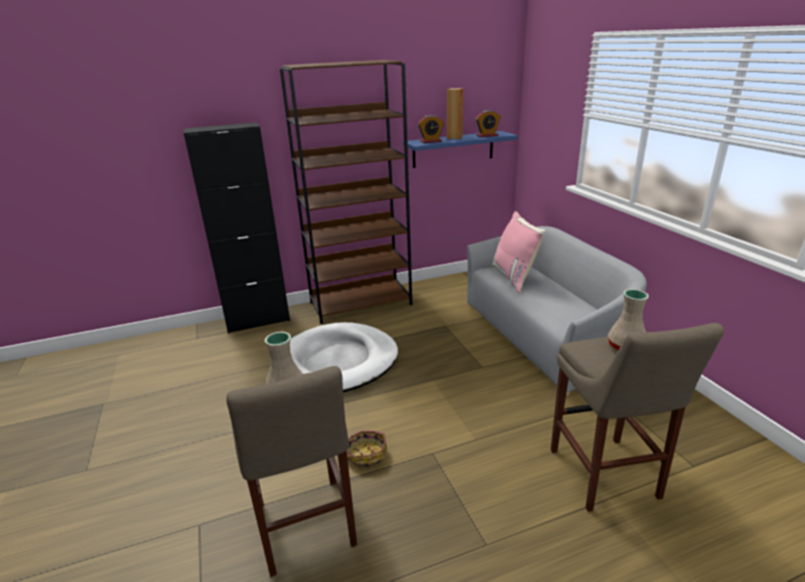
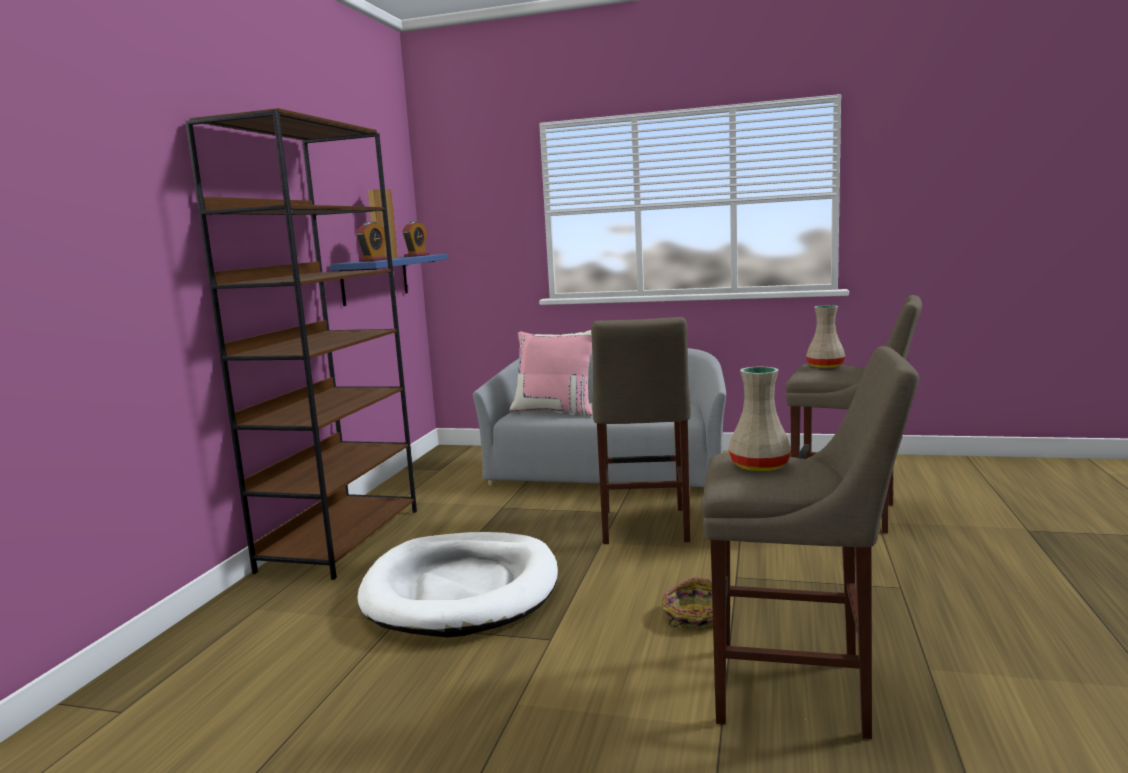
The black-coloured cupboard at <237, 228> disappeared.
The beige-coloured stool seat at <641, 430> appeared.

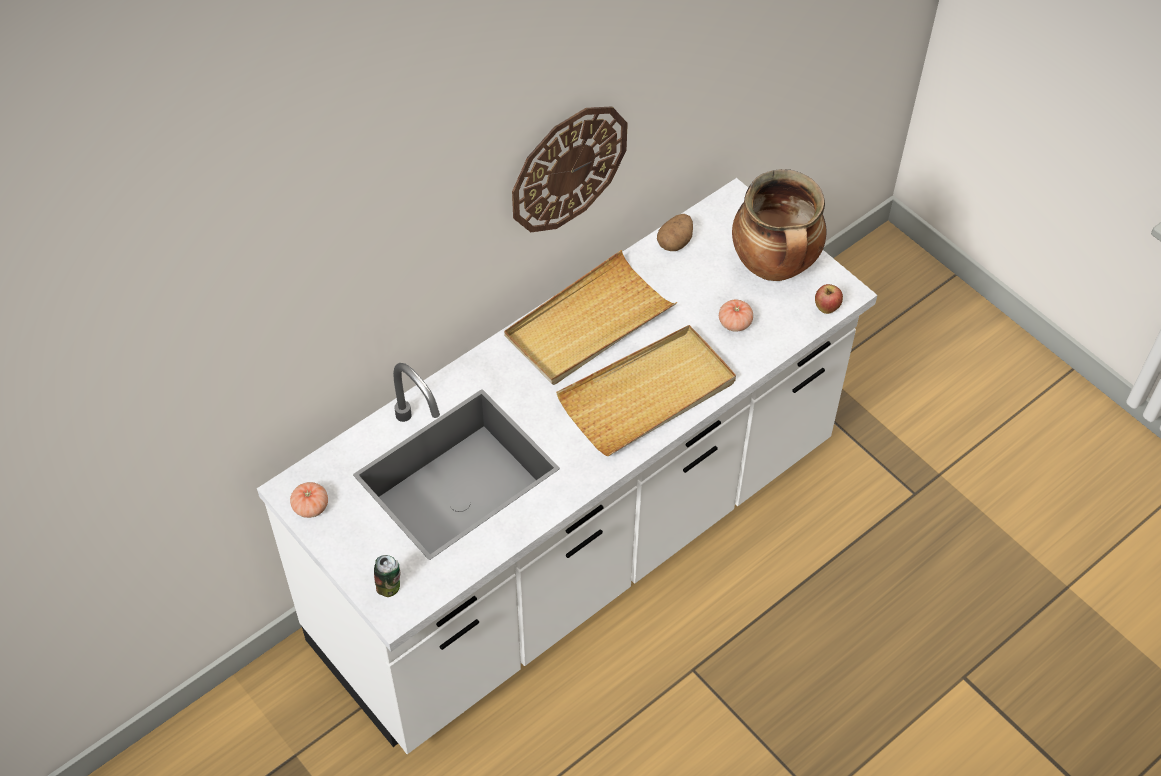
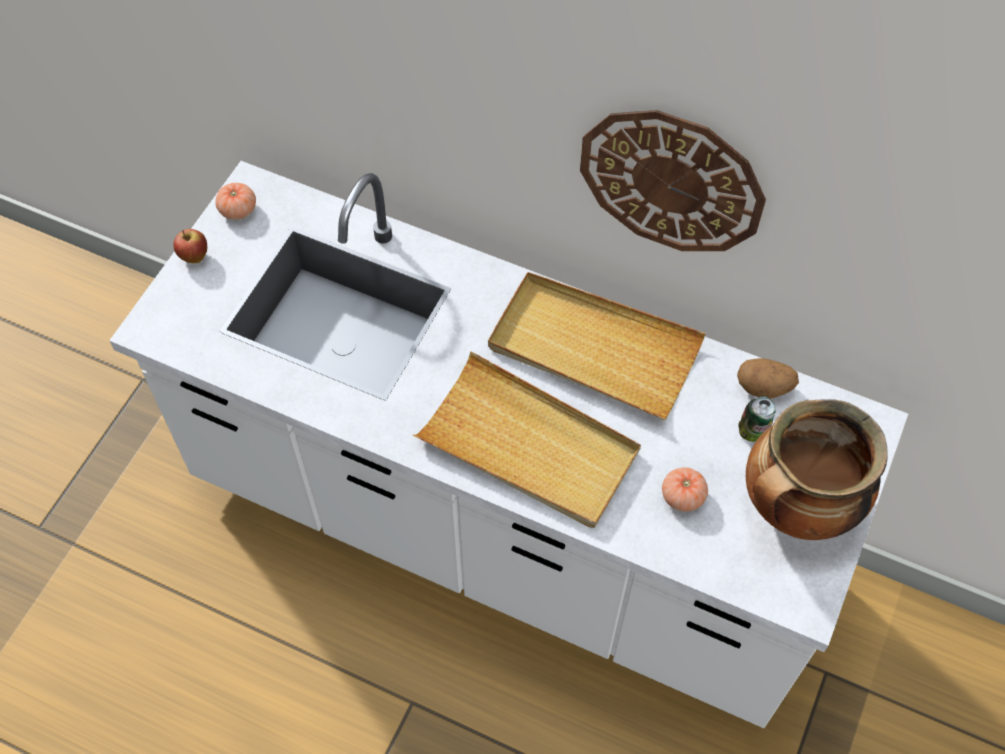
The metal can moved from <387, 576> to <757, 419>.
The apple moved from <829, 299> to <190, 246>.

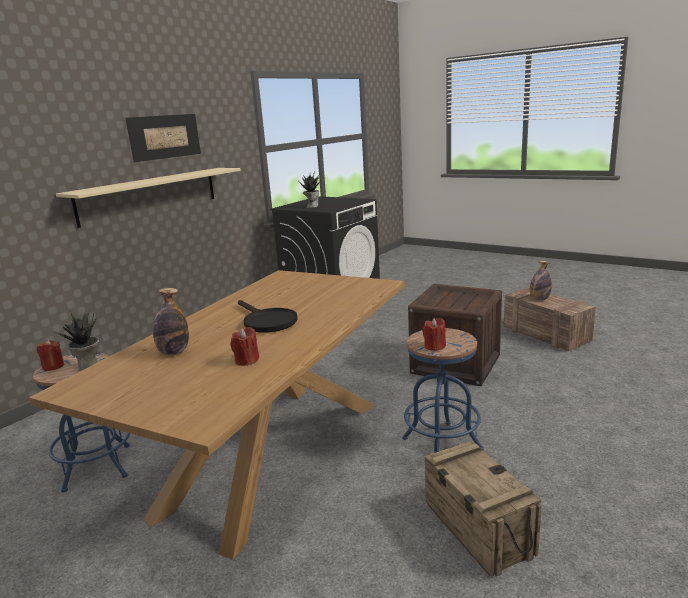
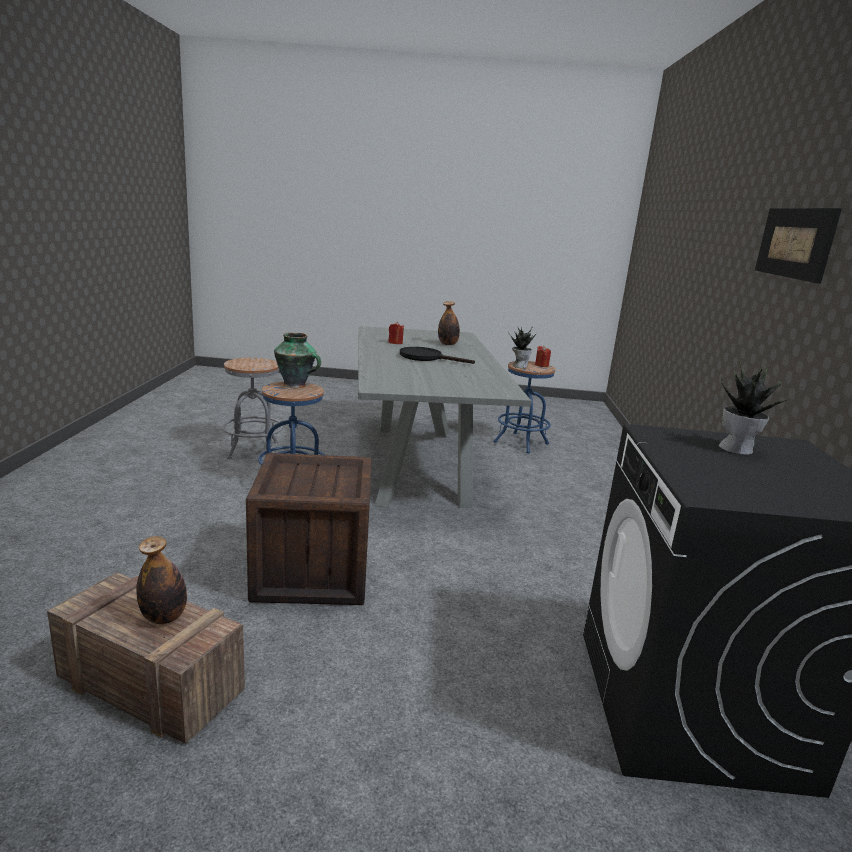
The beige-coloured bracket shelf at <148, 198> disappeared.
The red wax candle at <434, 334> was replaced by the vase at <297, 360>.
The packing crate at <483, 509> was replaced by the gray stool seat at <252, 408>.
The brownish kitchen table at <217, 415> became the gray kitchen table at <444, 417>.

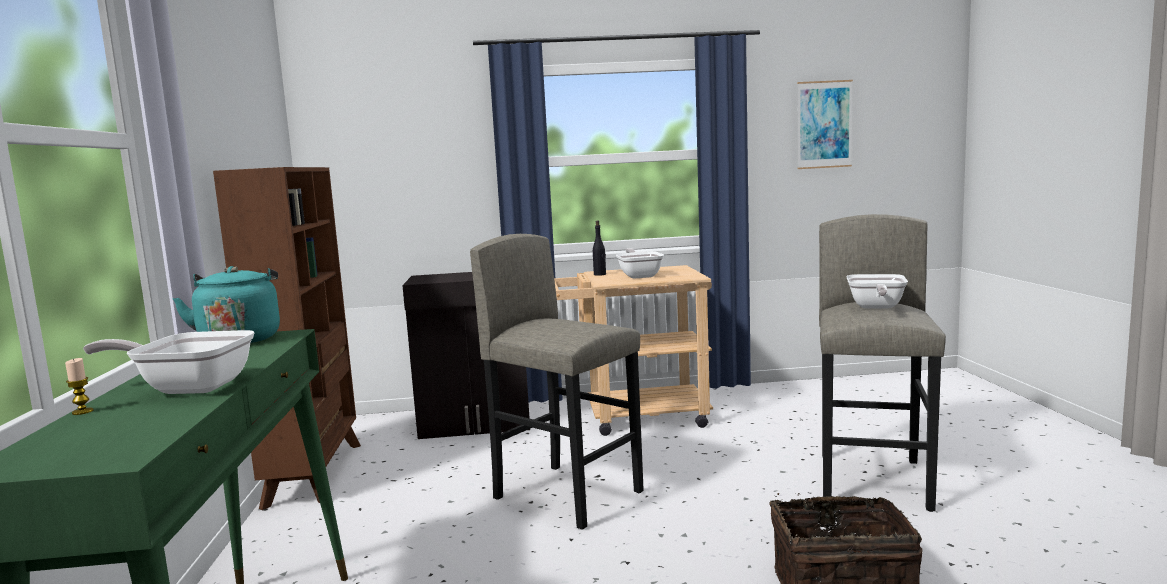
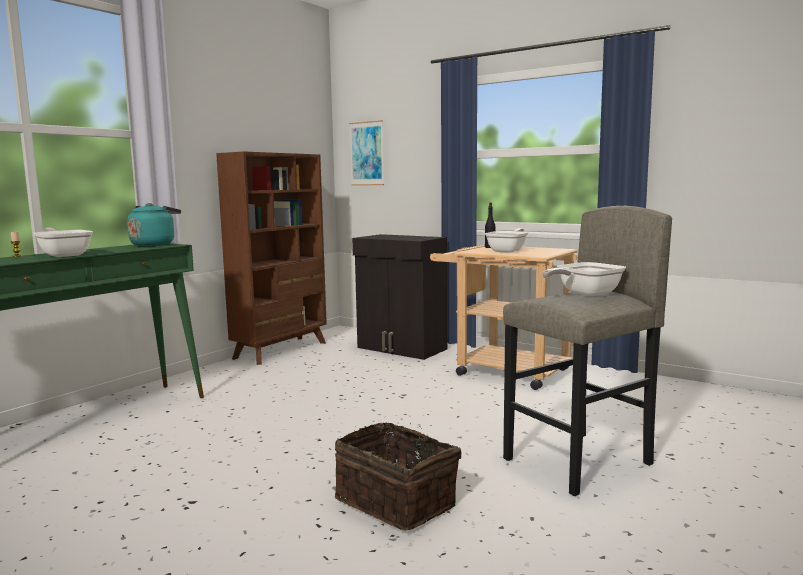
The gray stool seat at <557, 382> disappeared.
The picture moved from <825, 124> to <366, 153>.

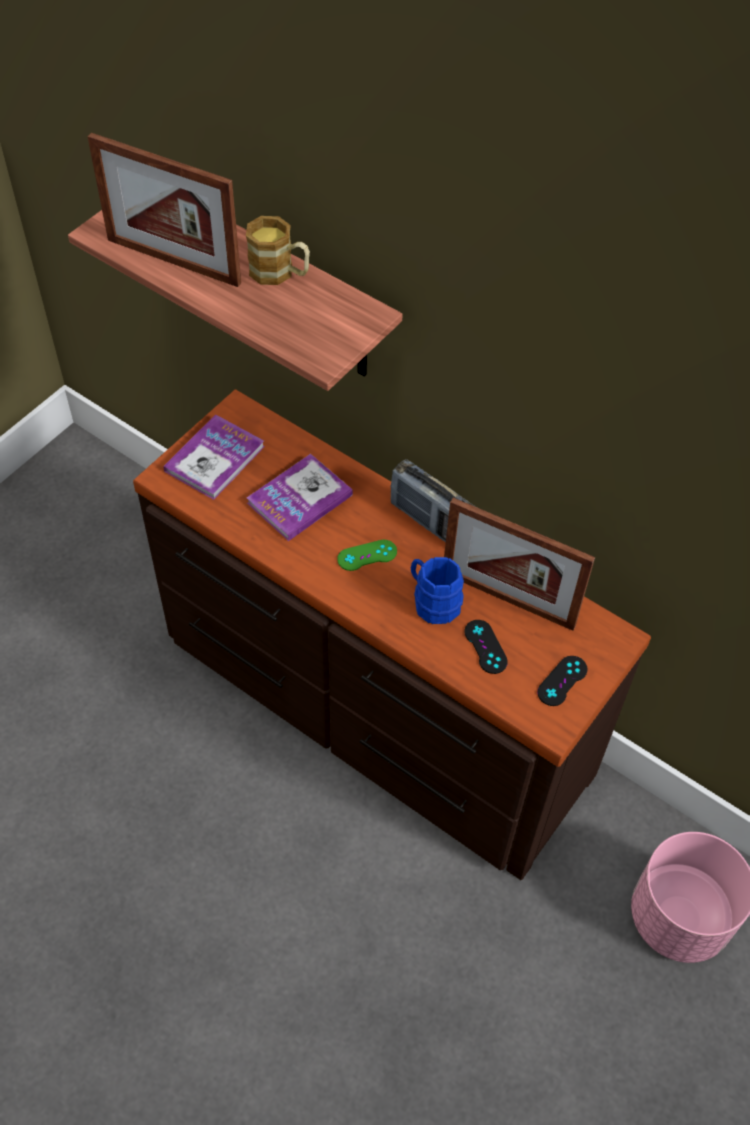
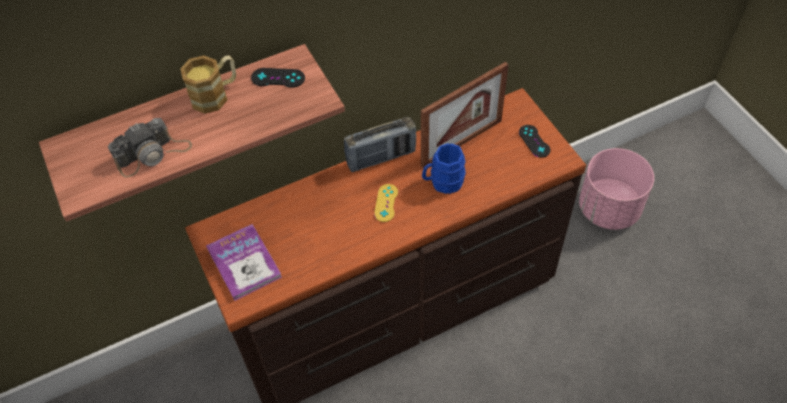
The book at <300, 497> disappeared.
The black-coloured gamepad moved from <486, 647> to <278, 78>.
The photo frame at <164, 210> was replaced by the still camera at <150, 148>.
The green-coloured gamepad at <367, 555> became the yellowish gamepad at <386, 203>.

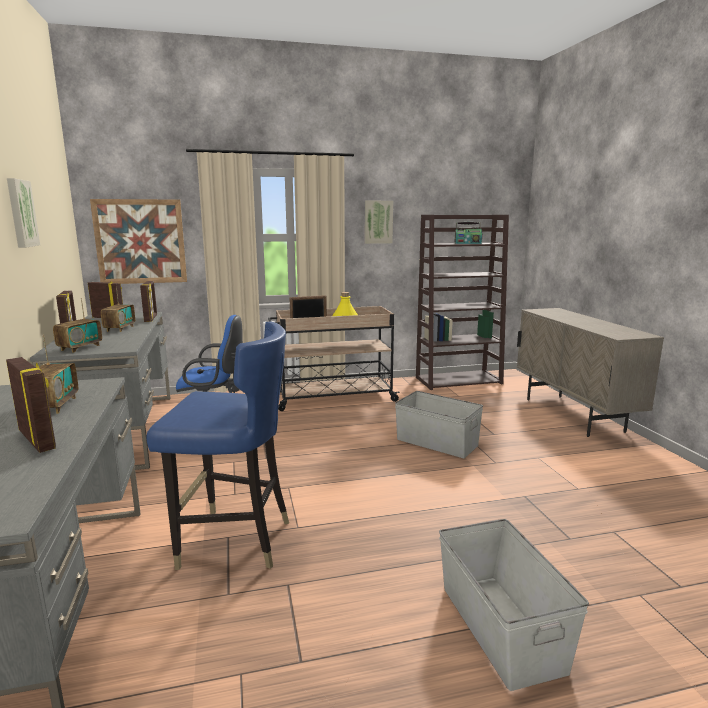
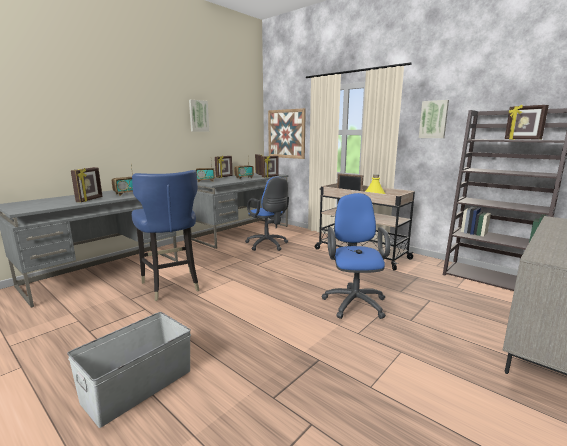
The gray storage bin at <439, 424> was replaced by the blue-coloured office chair at <356, 256>.
The radio at <468, 233> was replaced by the photo frame at <527, 122>.

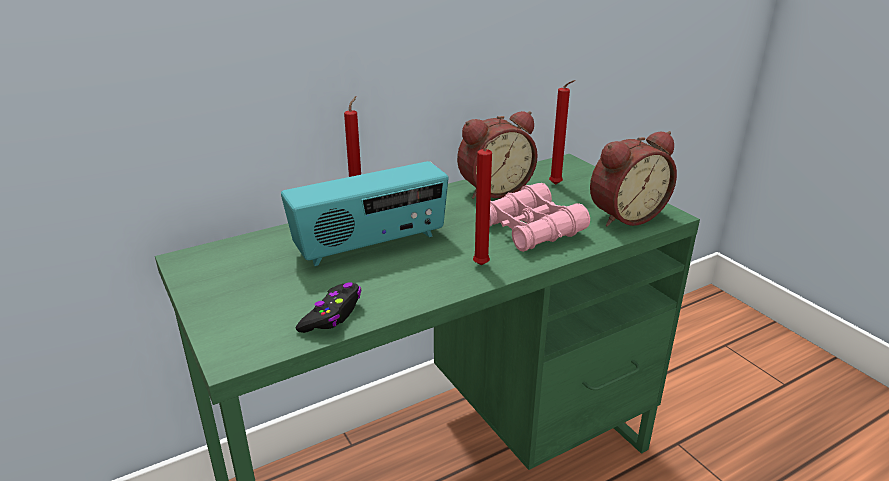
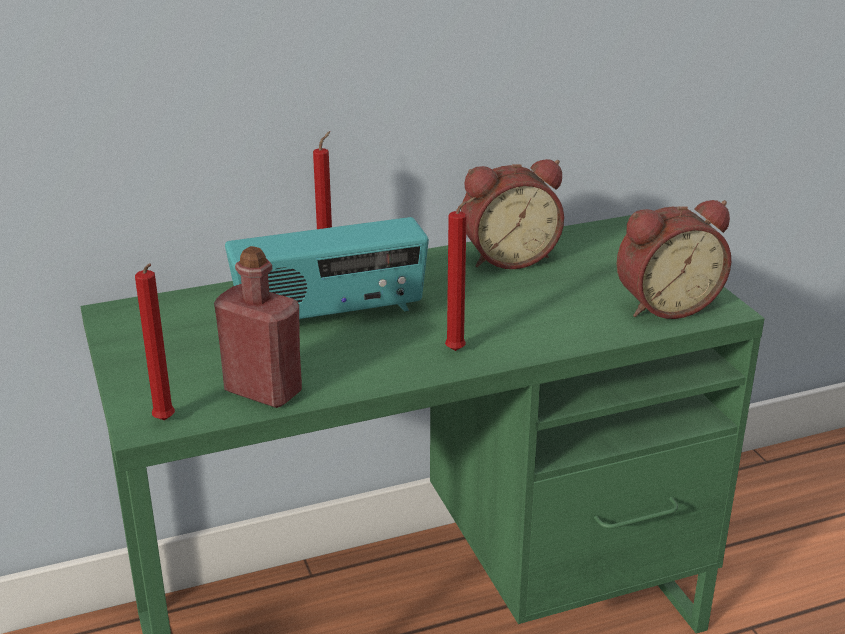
The pink pair of binoculars at <539, 217> disappeared.
The red wax candle moved from <562, 132> to <155, 342>.
The black-coloured gamepad at <328, 307> was replaced by the red drink bottle at <258, 327>.

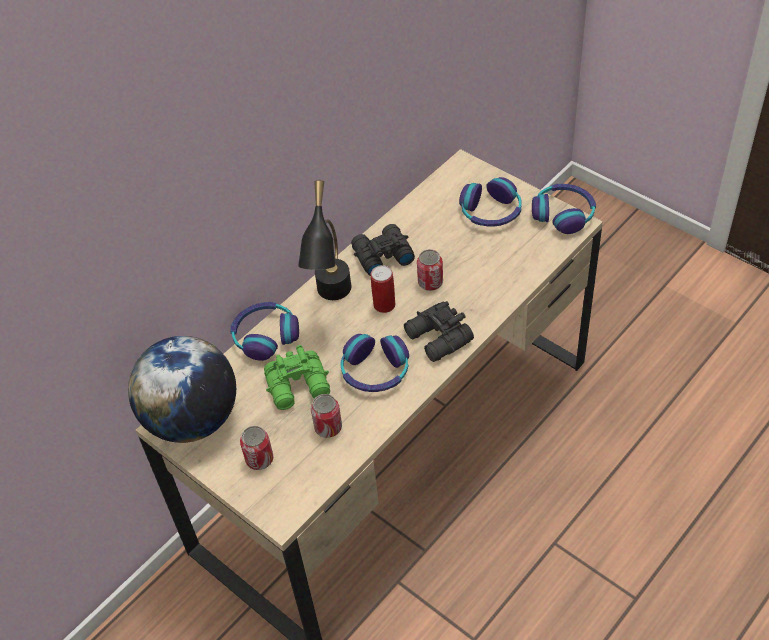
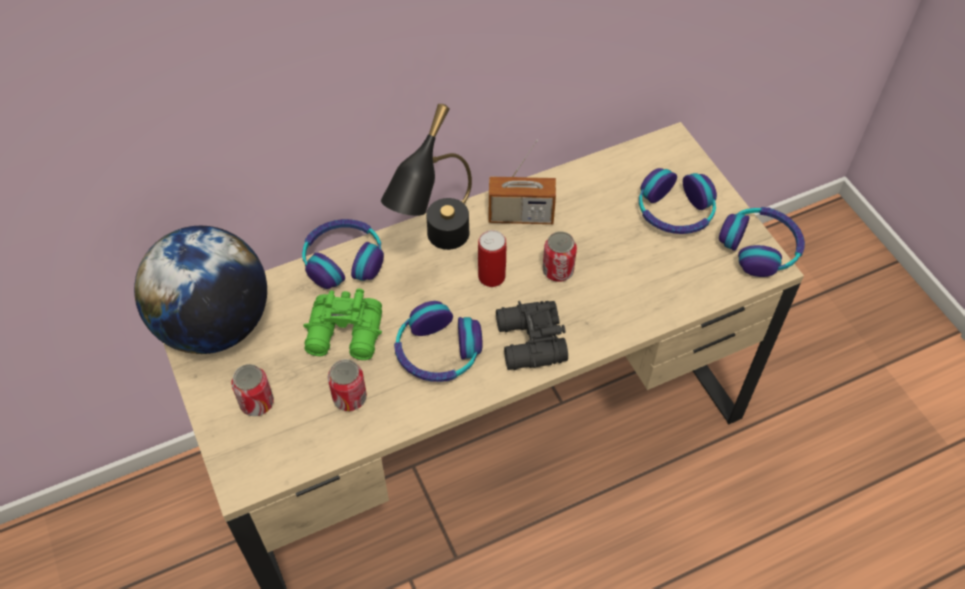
The black-coloured pair of binoculars at <383, 250> was replaced by the radio at <522, 182>.

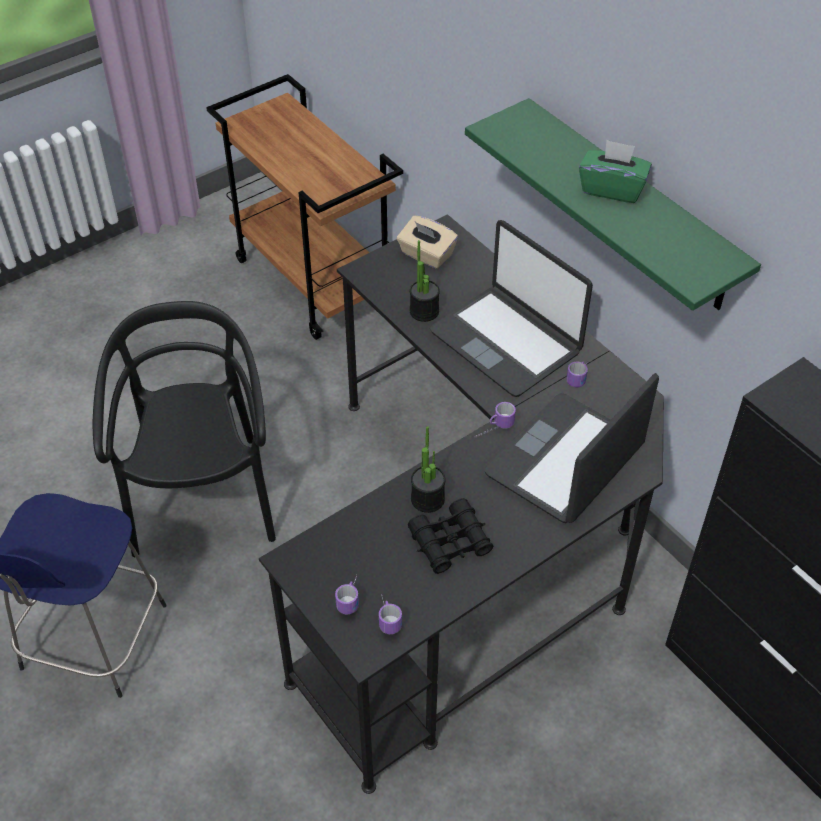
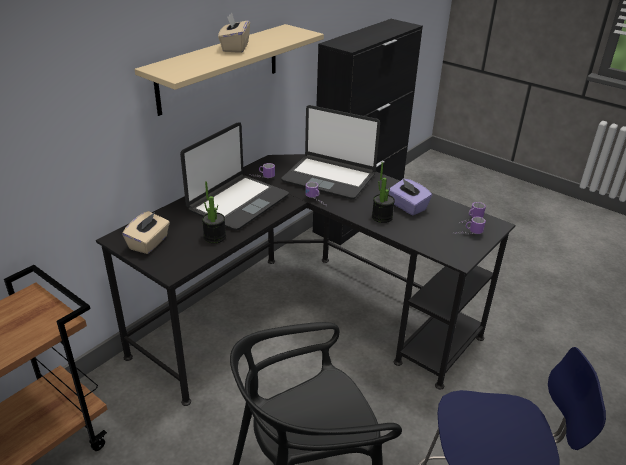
The black-coloured pair of binoculars at <450, 536> was replaced by the purplish tissue holder at <410, 197>.
The green-coloured bracket shelf at <613, 204> became the beige-coloured bracket shelf at <229, 70>.
The green-coloured tissue holder at <615, 171> became the beige-coloured tissue holder at <234, 33>.

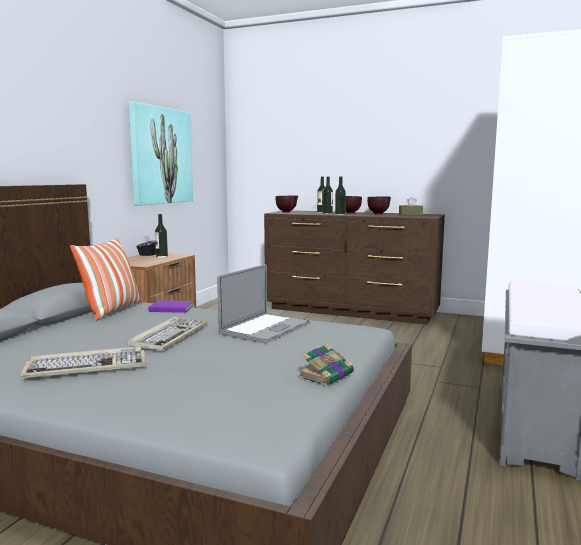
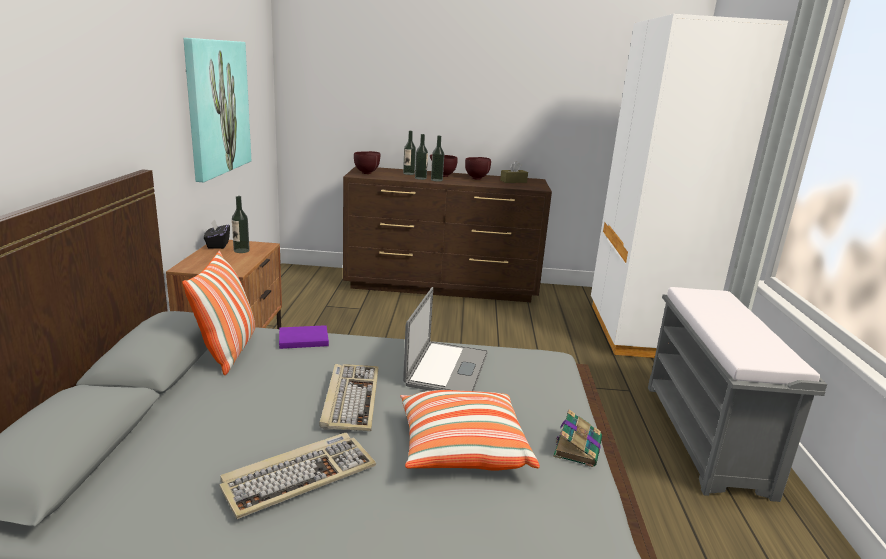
The throw pillow at <470, 430> appeared.

